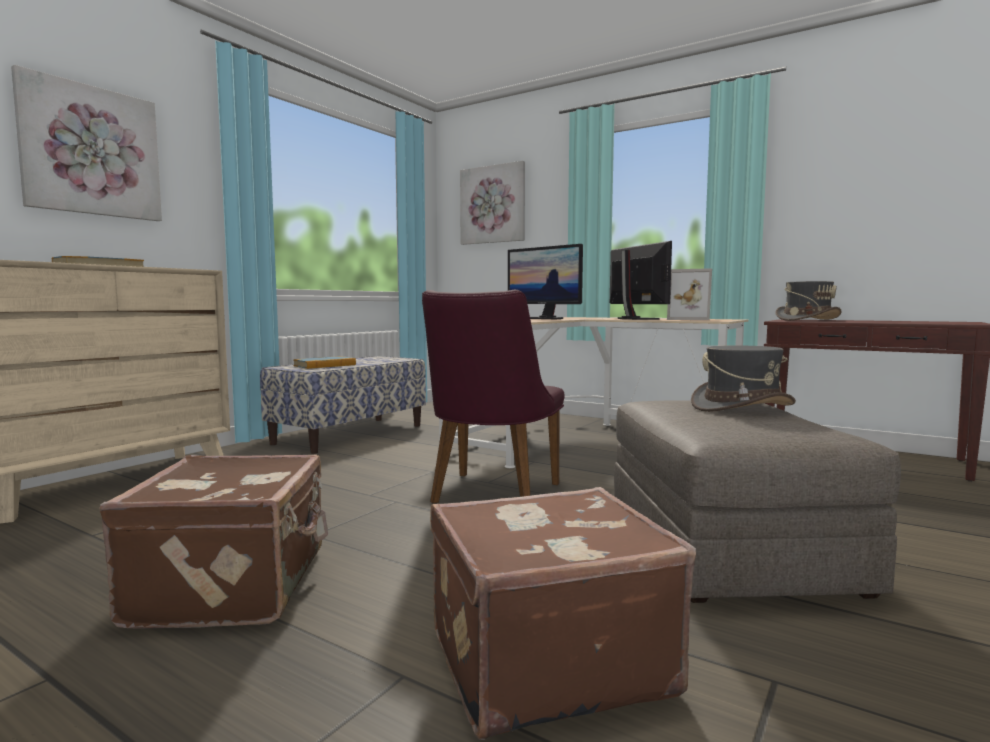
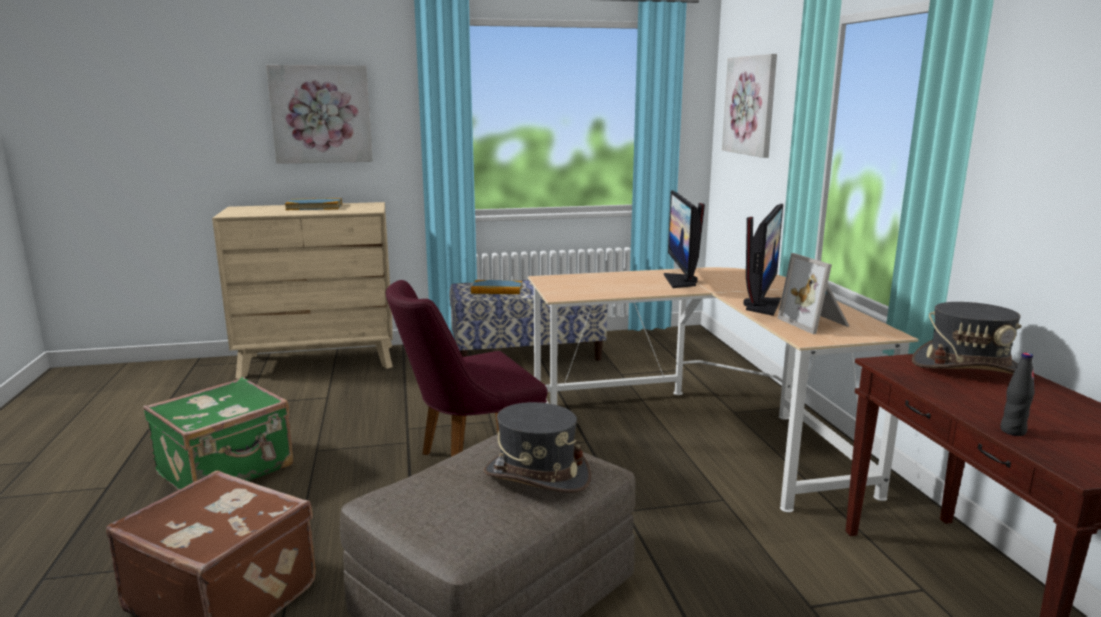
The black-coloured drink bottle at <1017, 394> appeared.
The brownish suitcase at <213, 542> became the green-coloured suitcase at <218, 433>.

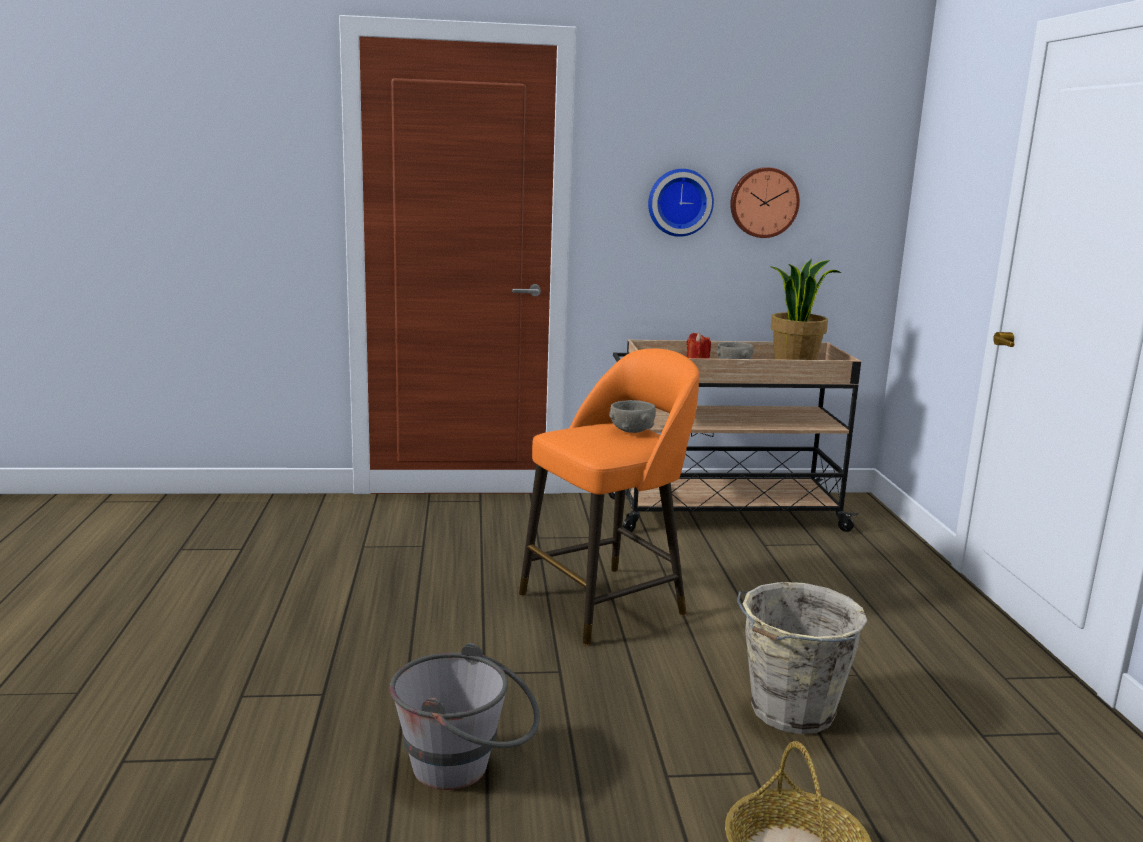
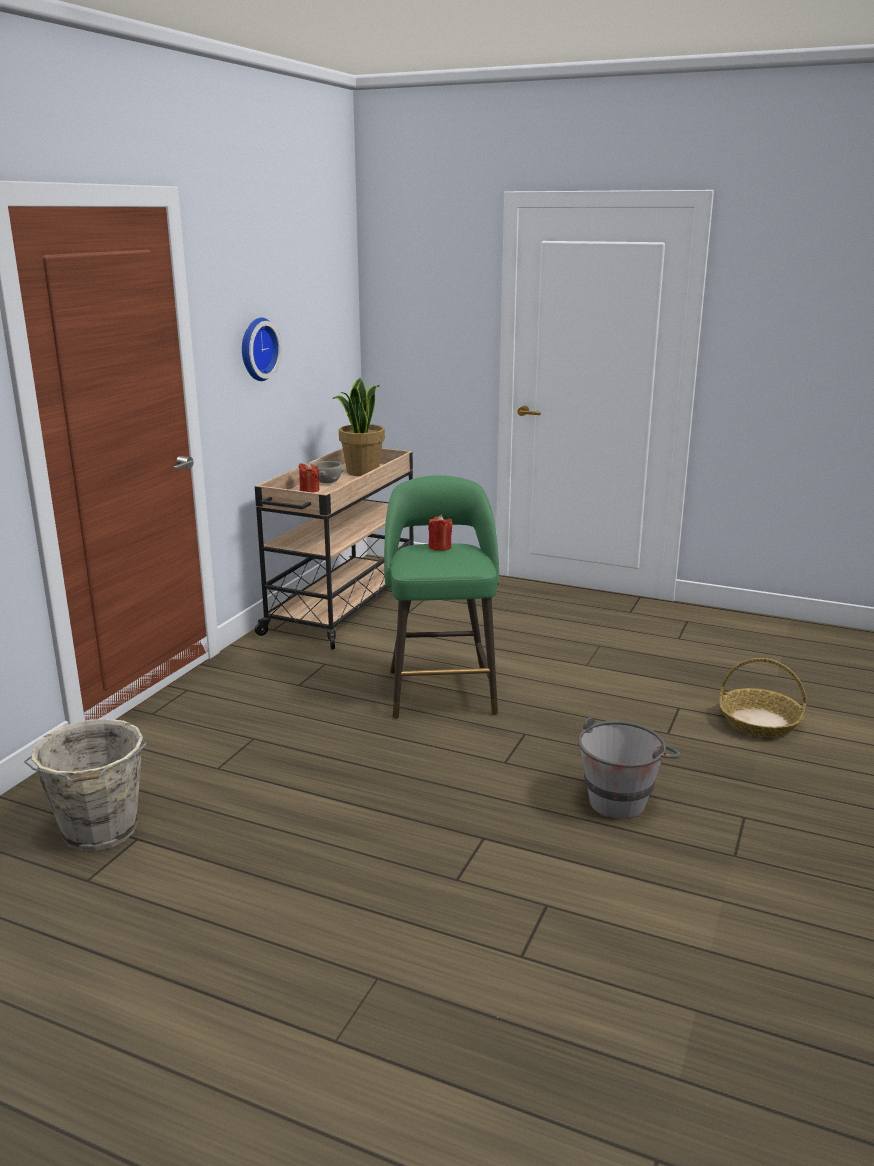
The clock on the wall at <765, 202> disappeared.
The gray pail moved from <802, 658> to <85, 784>.
The gray bowl at <632, 416> was replaced by the red wax candle at <440, 533>.
The orangey stool seat at <609, 496> became the green-coloured stool seat at <441, 597>.

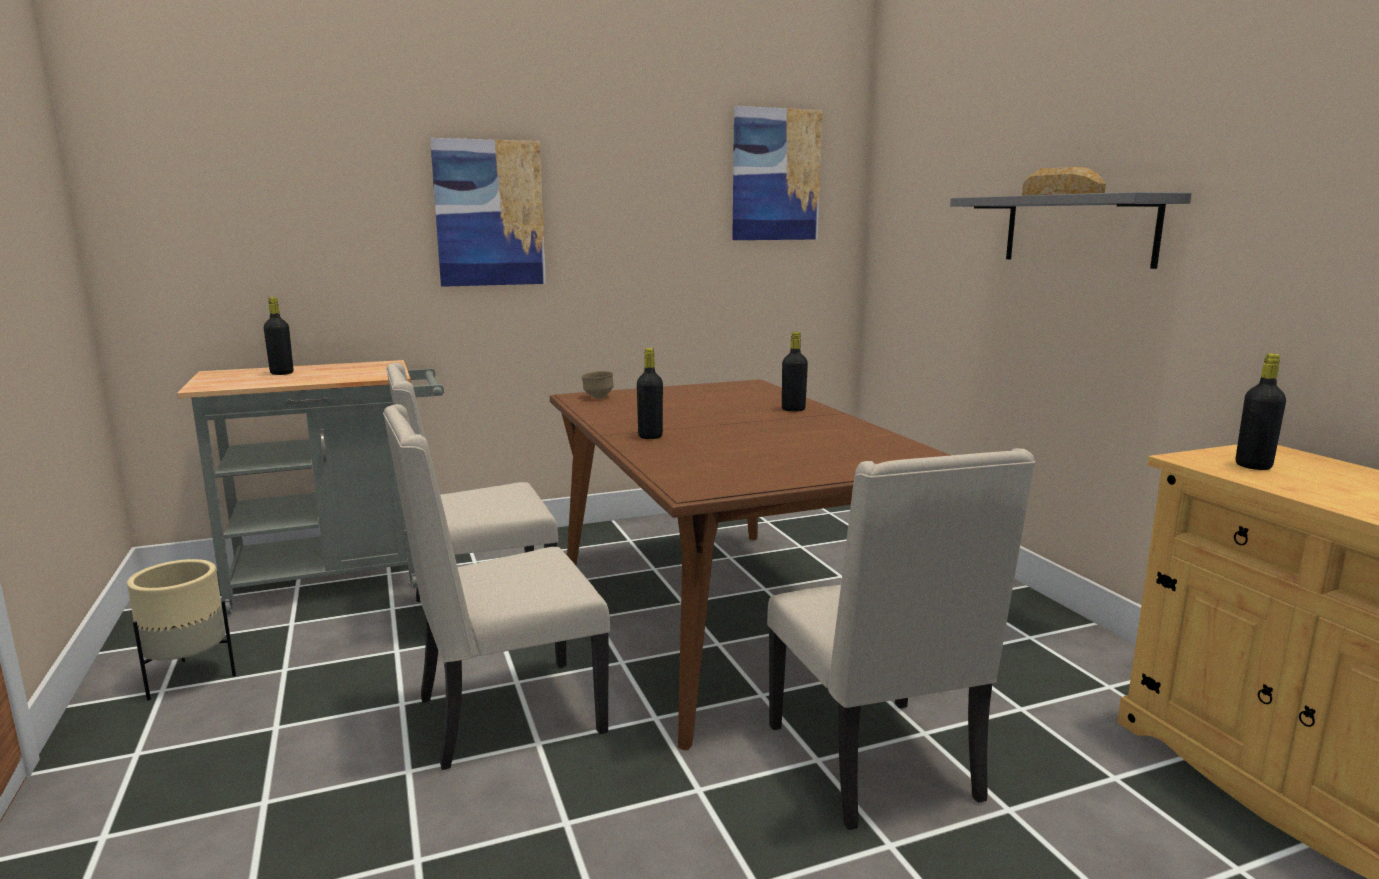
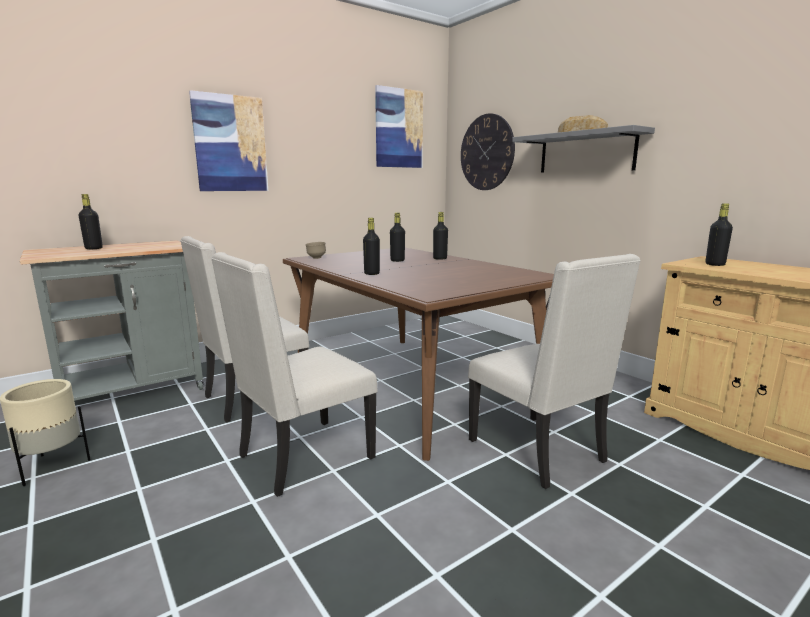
The black-coloured drink bottle at <397, 237> appeared.
The clock on the wall at <488, 151> appeared.

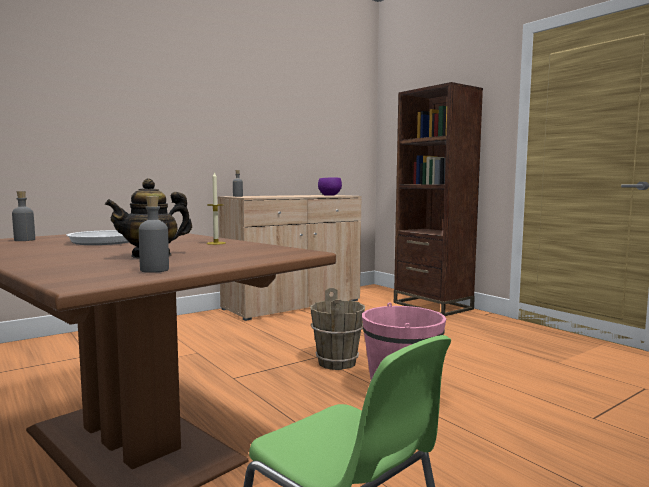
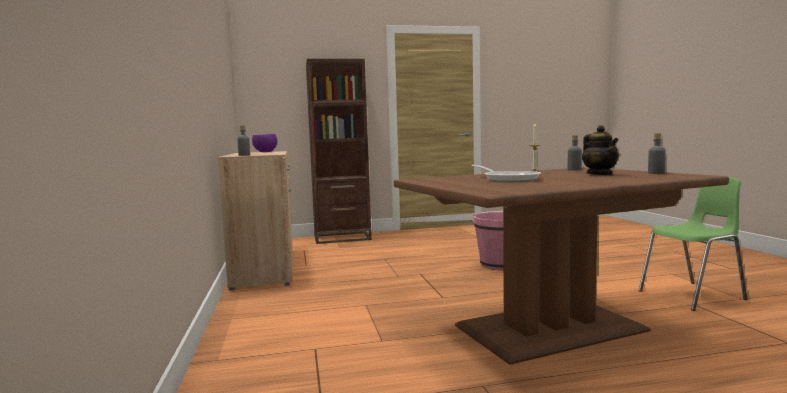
The brownish pail at <337, 329> disappeared.
The gray drink bottle moved from <23, 216> to <574, 153>.

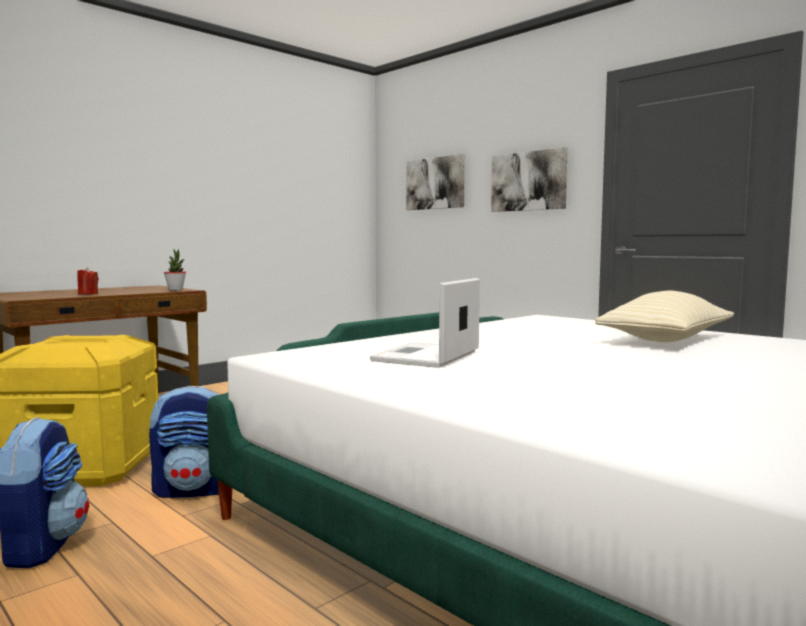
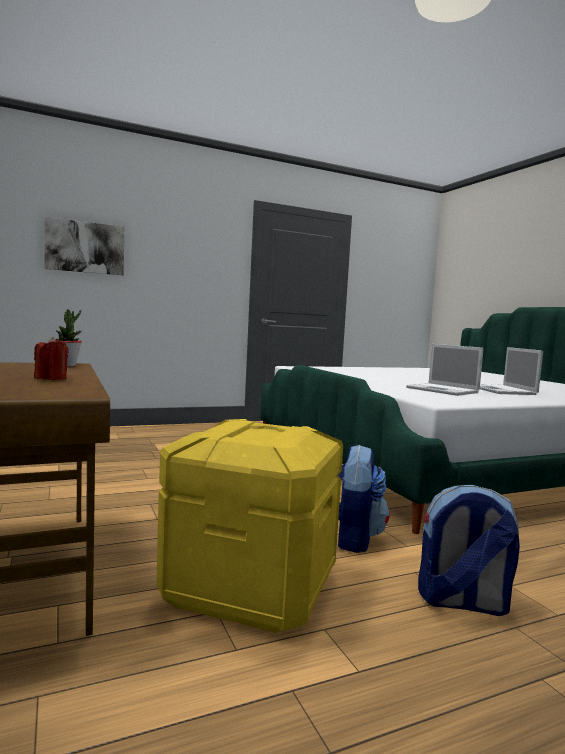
The picture at <529, 179> disappeared.
The beige-coloured throw pillow at <664, 316> disappeared.
The portable computer at <511, 371> appeared.

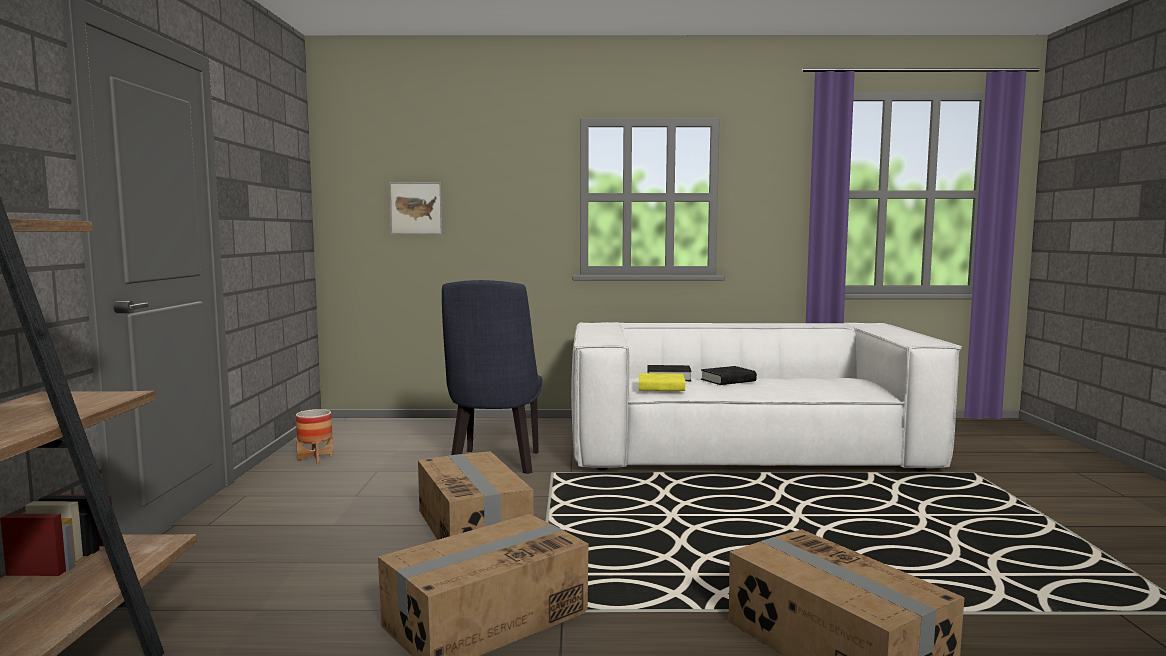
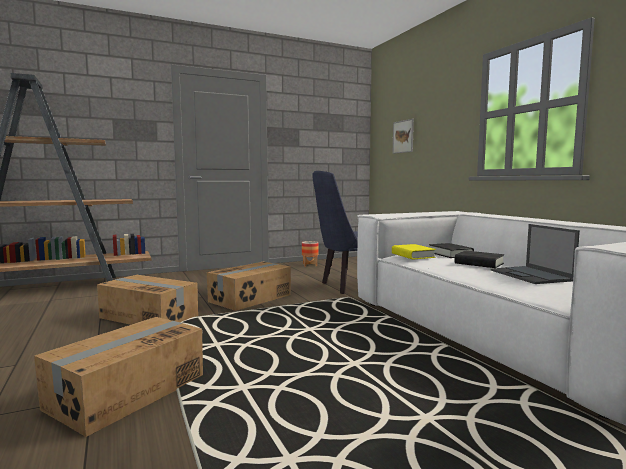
The portable computer at <535, 254> appeared.

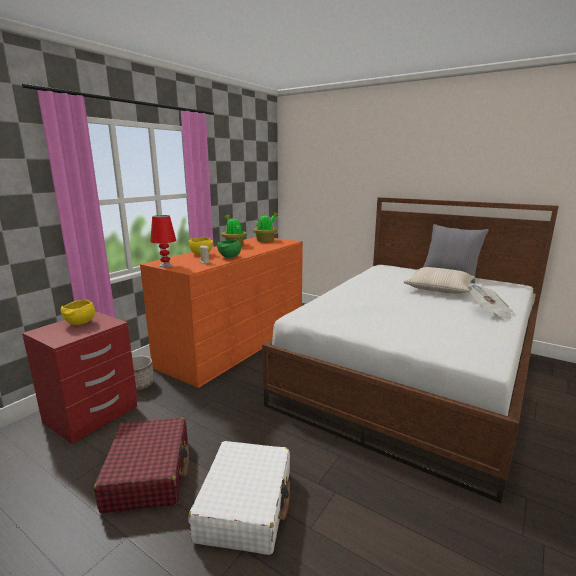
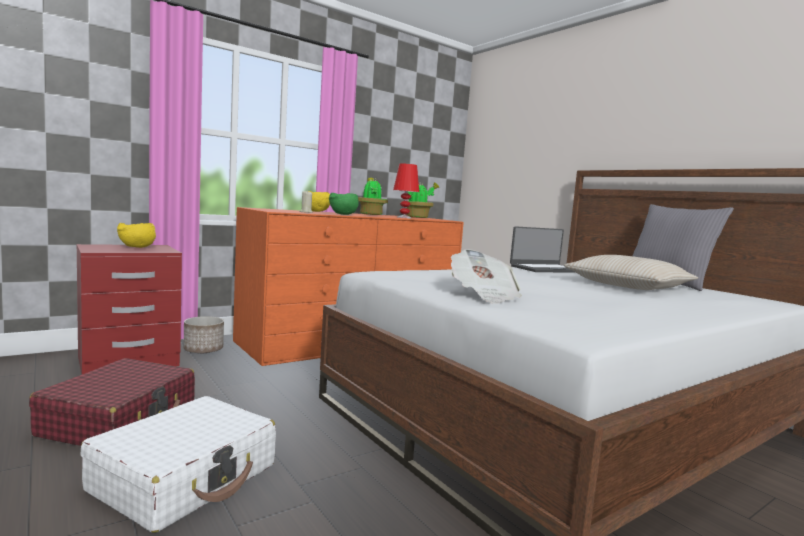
The portable computer at <543, 249> appeared.
The red tabletop lamp moved from <163, 241> to <406, 191>.
The daily paper moved from <492, 302> to <486, 276>.

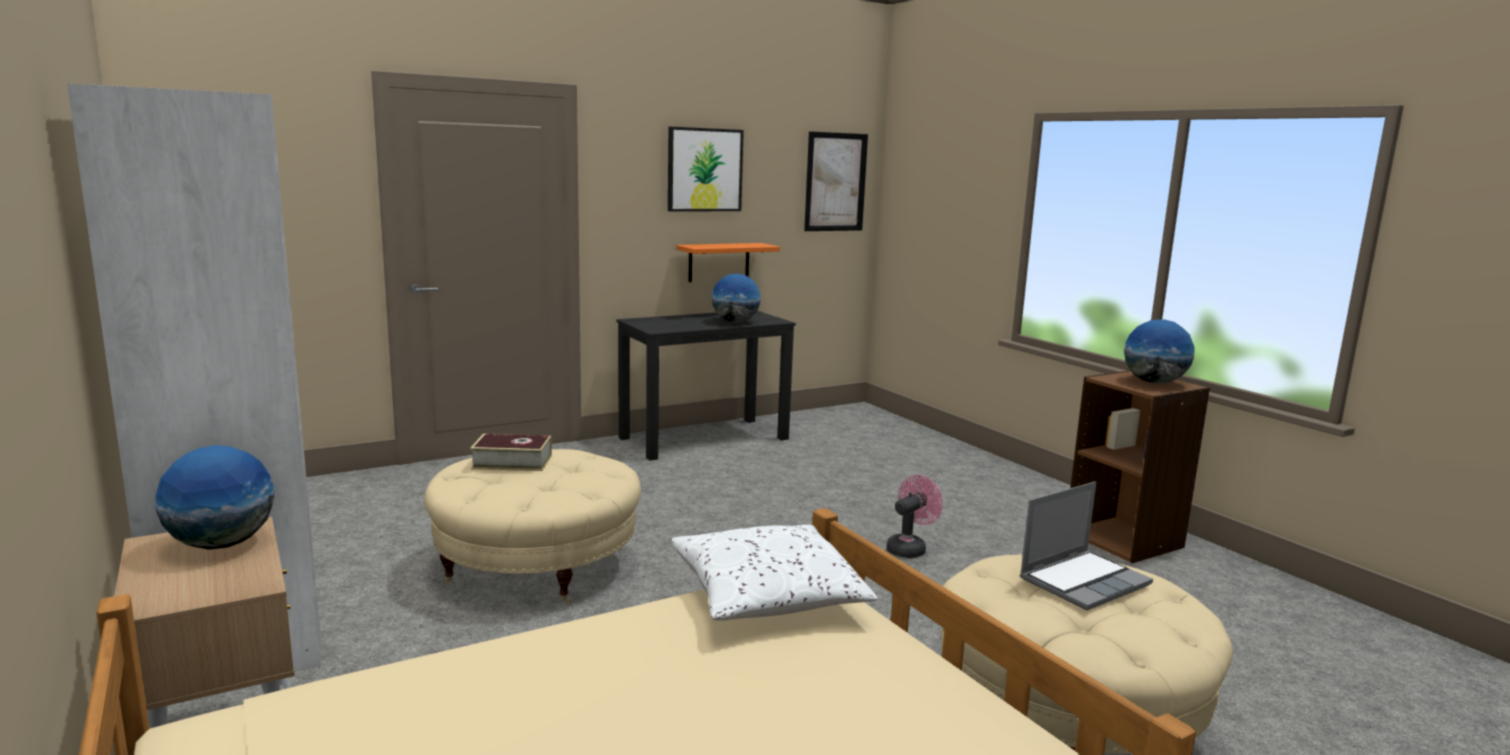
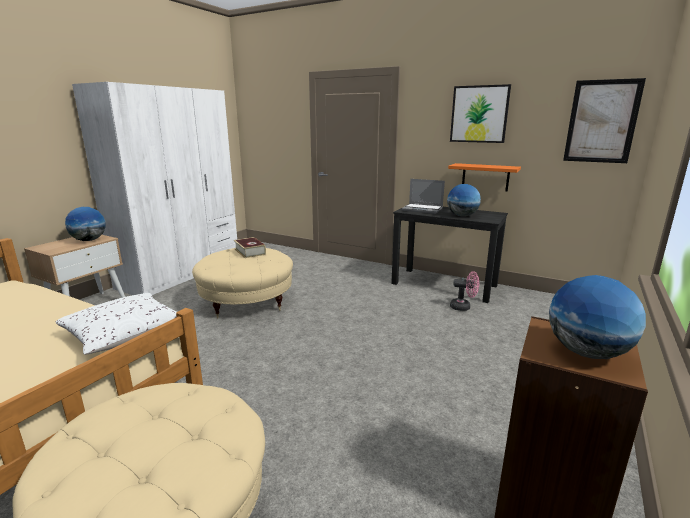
The pink cooling fan moved from <914, 516> to <464, 291>.
The portable computer moved from <1086, 545> to <423, 196>.

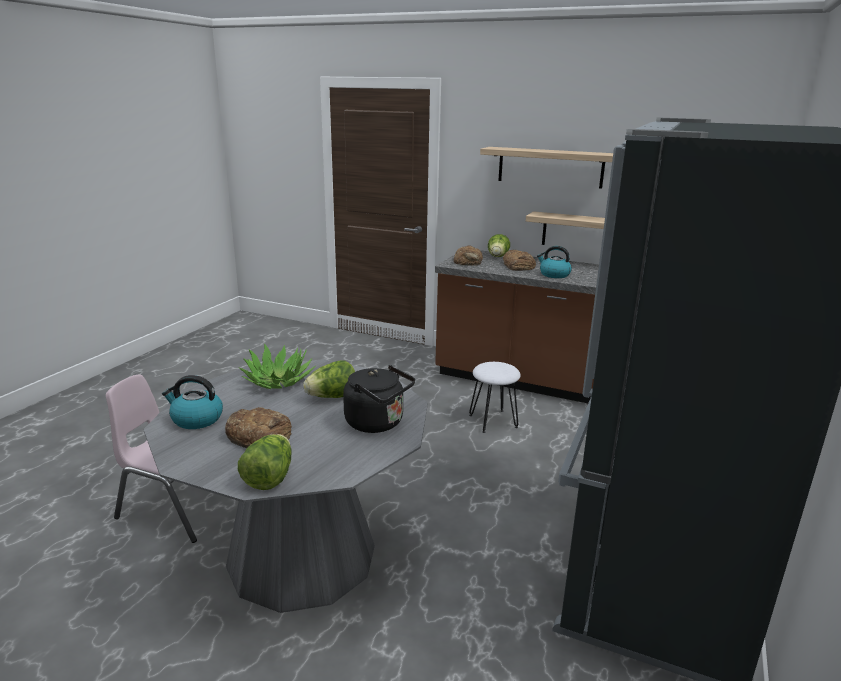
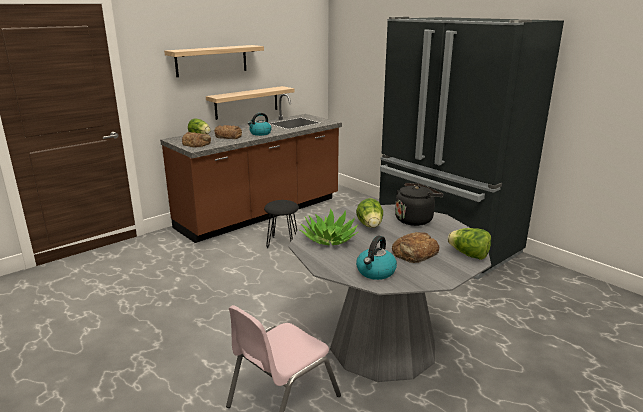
The white stool seat at <495, 397> became the black-coloured stool seat at <281, 224>.

